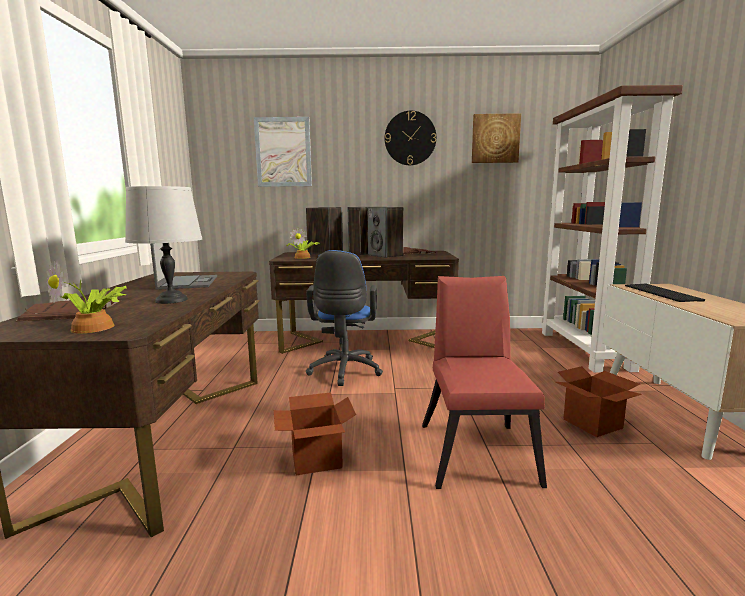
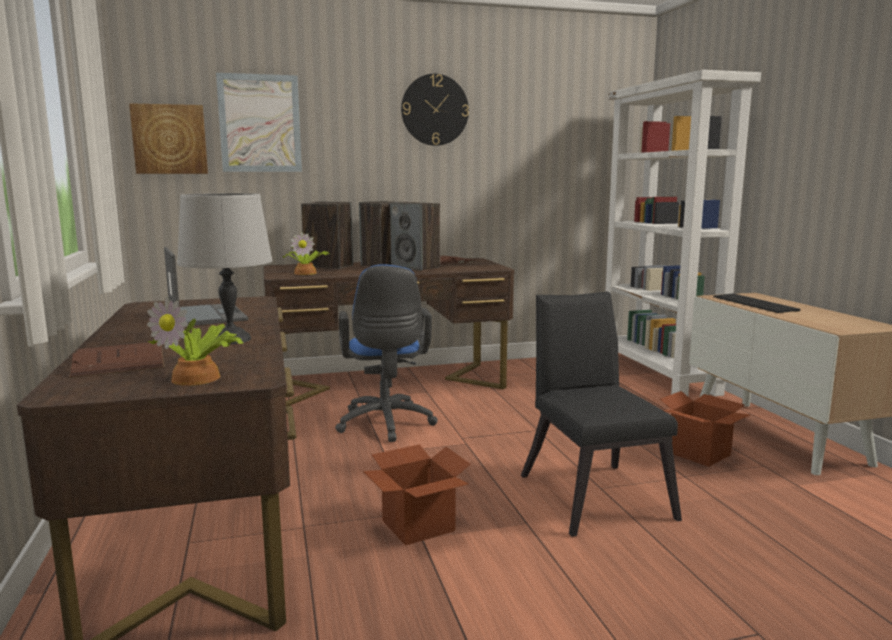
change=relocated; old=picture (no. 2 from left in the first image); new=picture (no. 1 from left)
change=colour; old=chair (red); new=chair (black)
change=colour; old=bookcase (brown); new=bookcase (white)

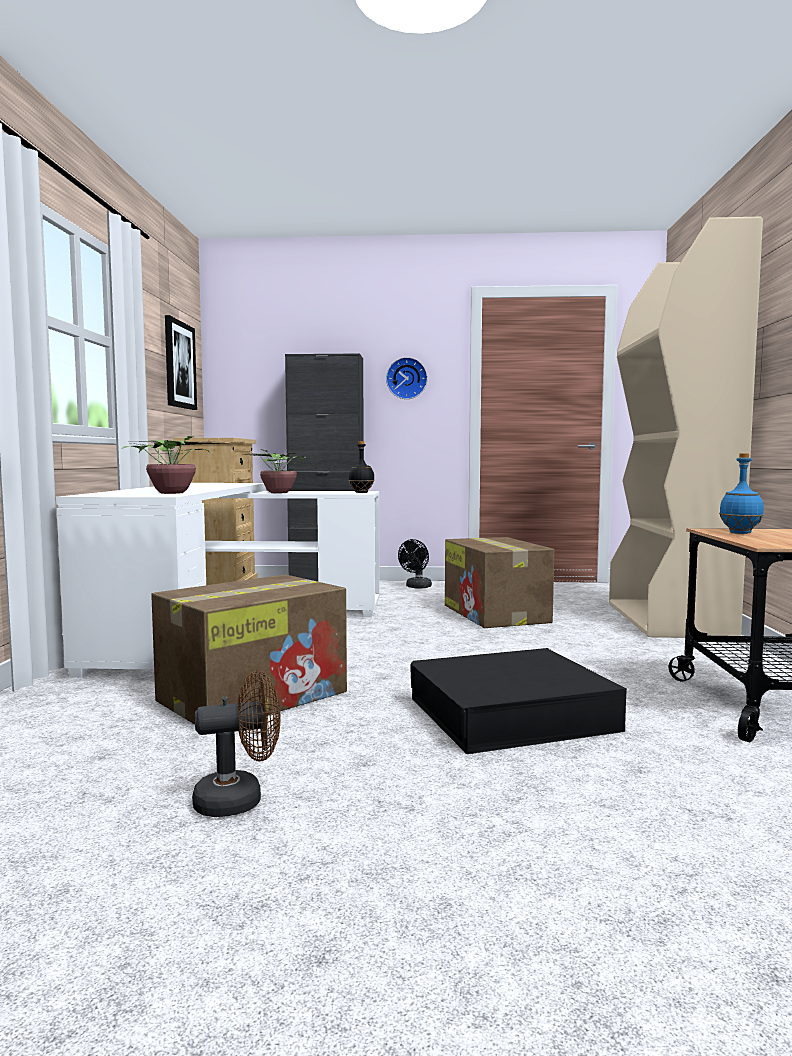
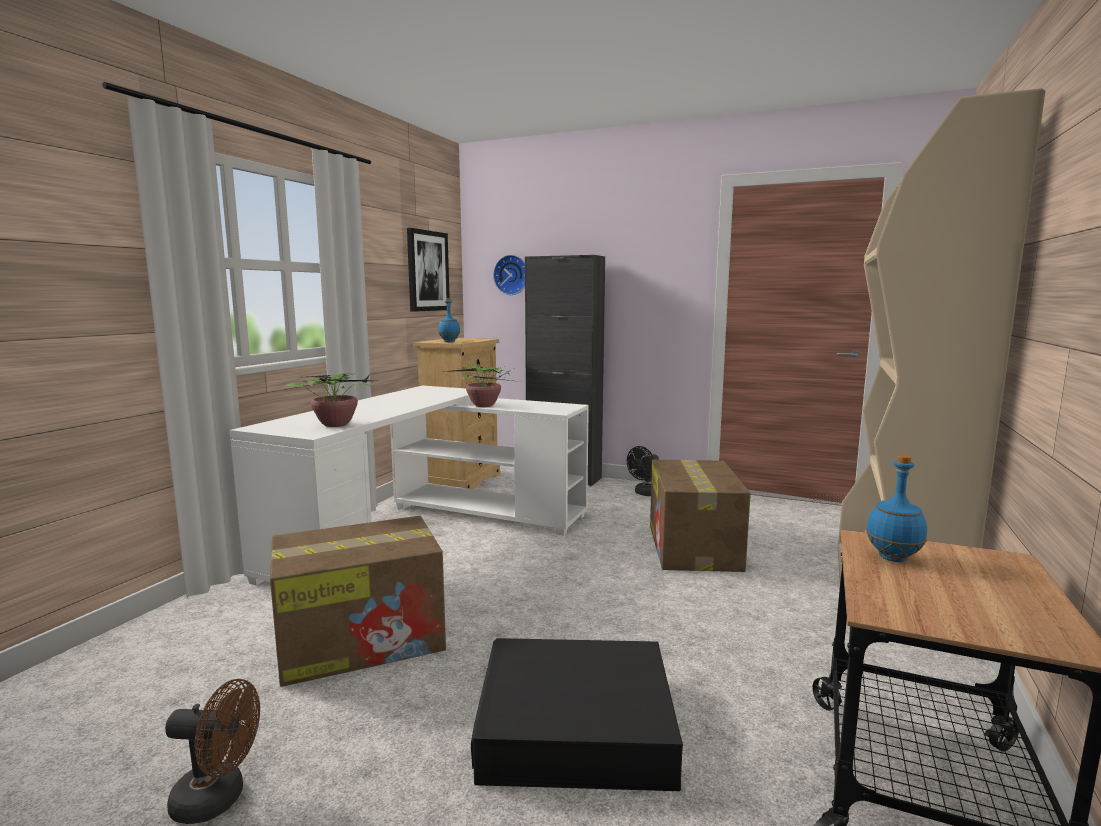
change=appeared; new=bottle (blue) (no. 1 from left)
change=relocated; old=wall clock
change=missing; old=bottle (black)

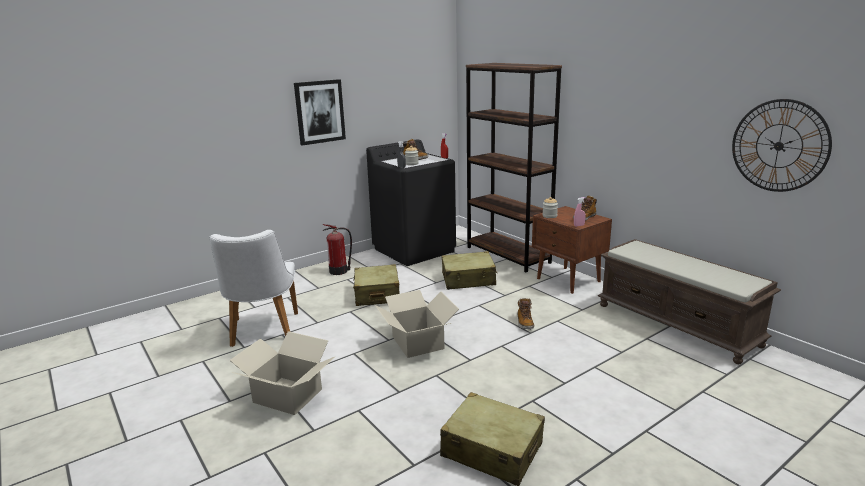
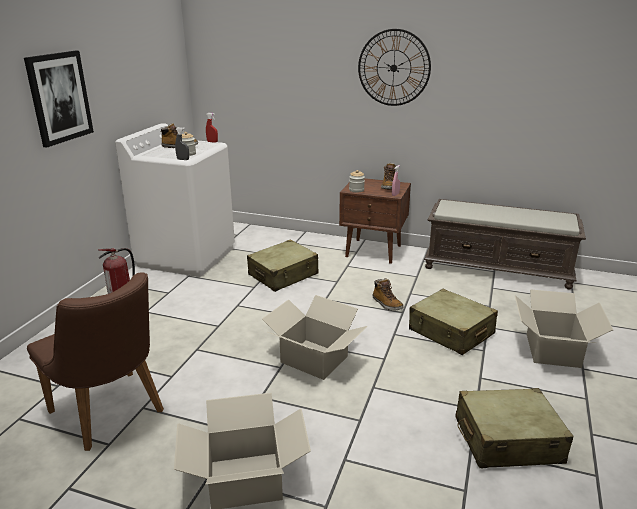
change=colour; old=chair (white); new=chair (brown)
change=colour; old=washing machine (black); new=washing machine (white)
change=relocated; old=wall clock
change=relocated; old=suitcase (beige) (no. 1 from left in the first image); new=suitcase (beige) (no. 2 from left)
change=appeared; new=cardboard box (no. 3 from left)
change=missing; old=bookcase (brown)

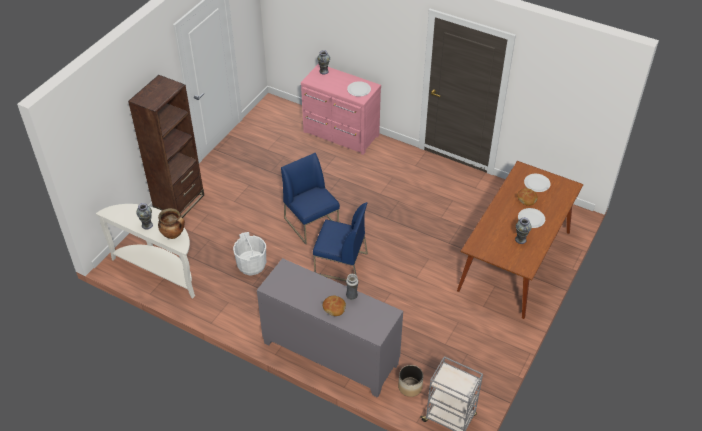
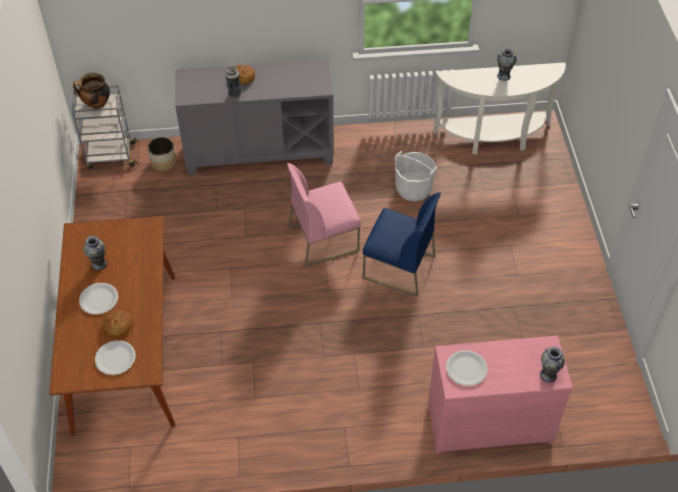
change=relocated; old=cooking pot
change=colour; old=chair (blue) (no. 2 from left); new=chair (pink)
change=missing; old=bookcase (brown)

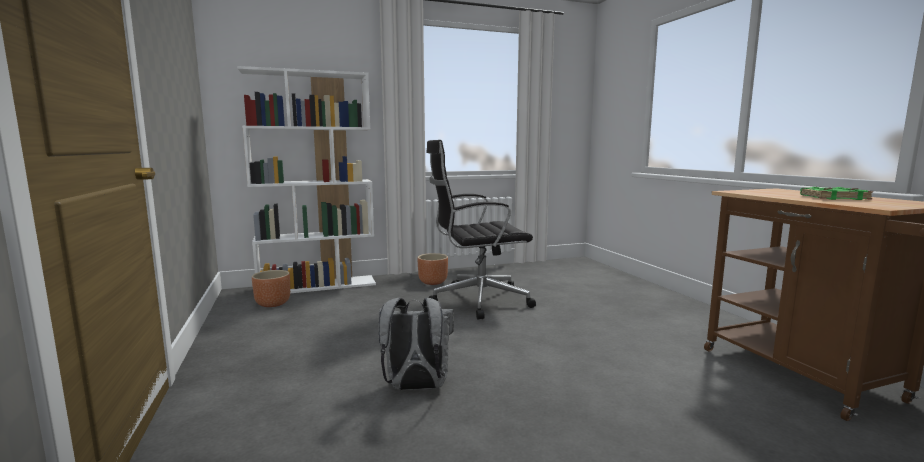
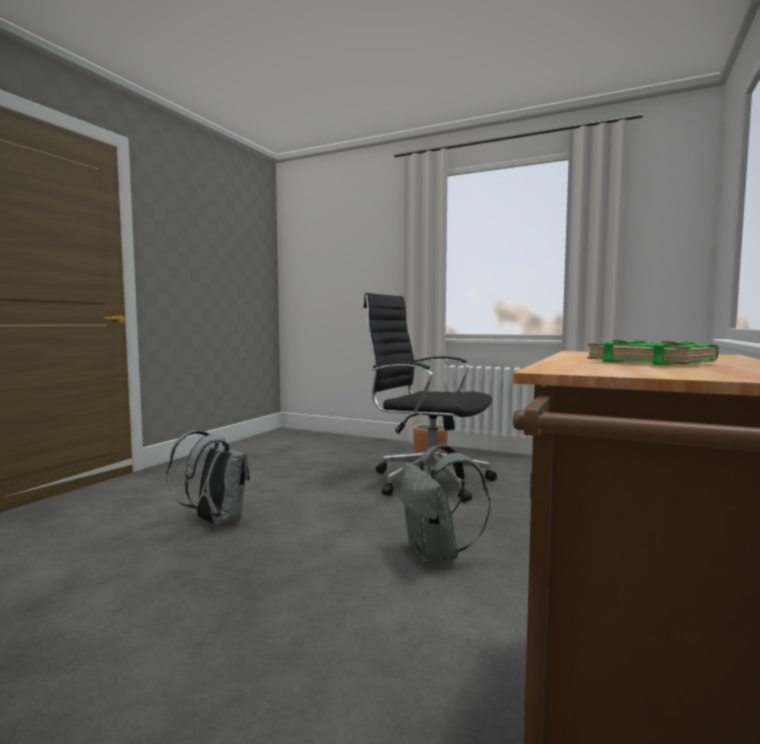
change=appeared; new=backpack (grey) (no. 2 from left)
change=missing; old=bookcase (white)
change=missing; old=planter (brown) (no. 1 from left)

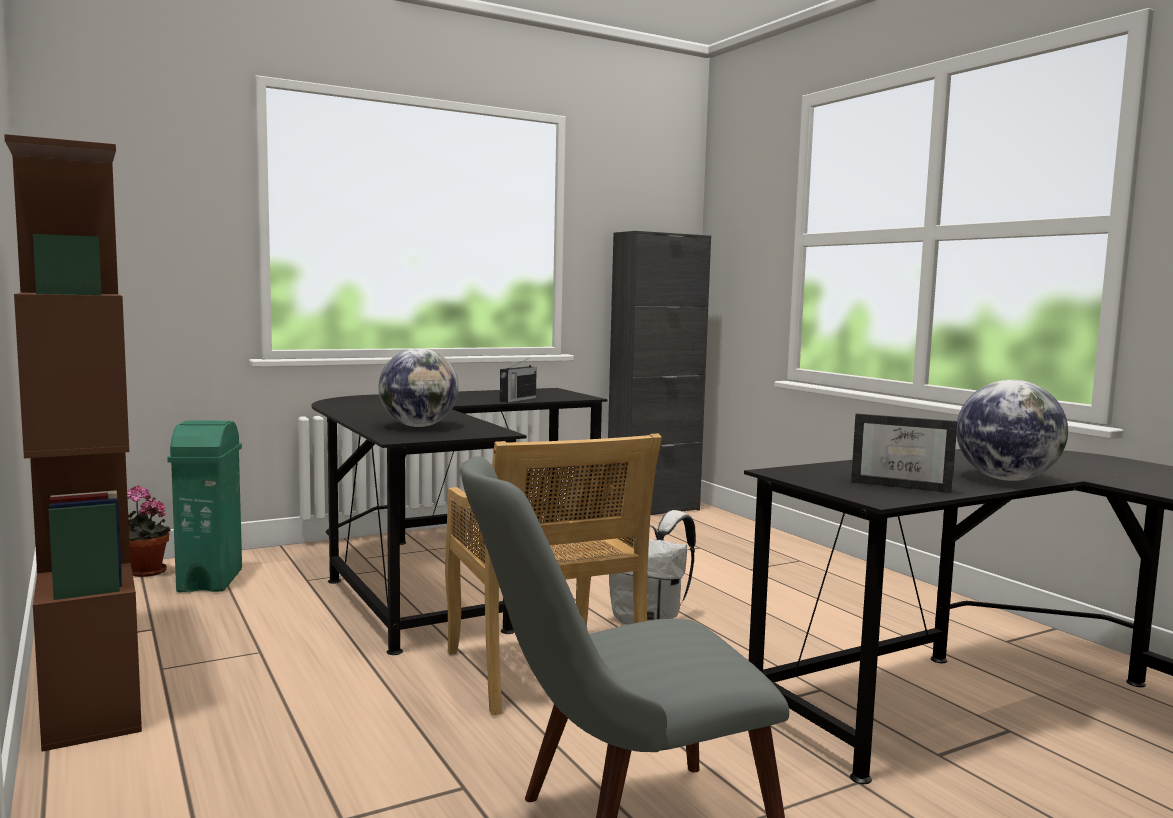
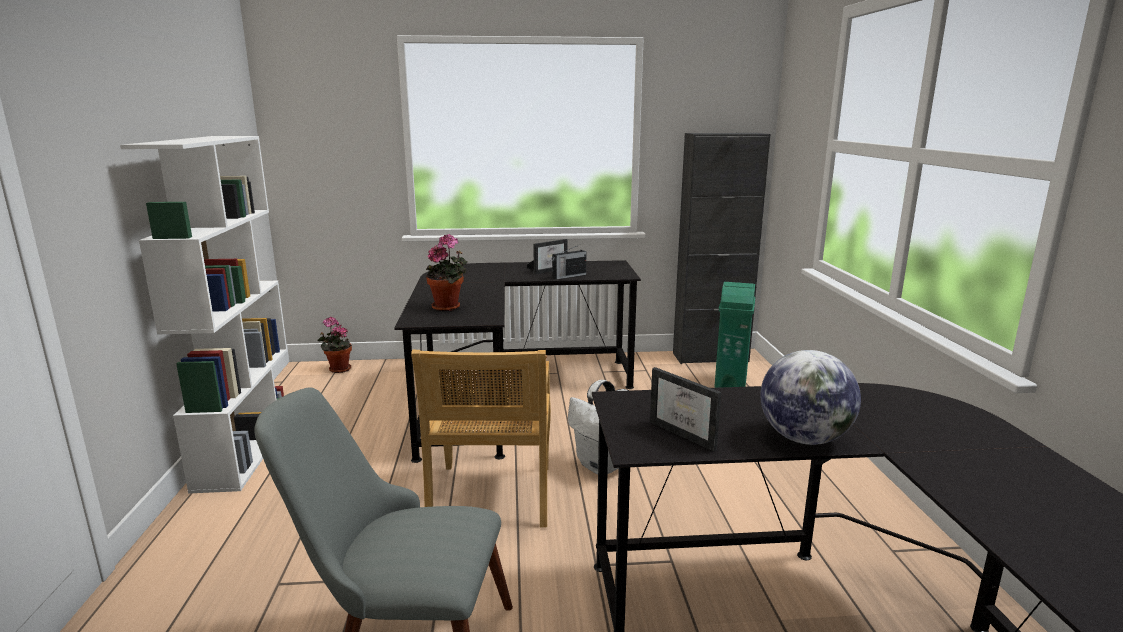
change=colour; old=bookcase (brown); new=bookcase (white)
change=exchanged; old=globe (no. 1 from left); new=potted plant (no. 2 from left)
change=appeared; new=picture frame (no. 1 from left)
change=relocated; old=trash can (green)

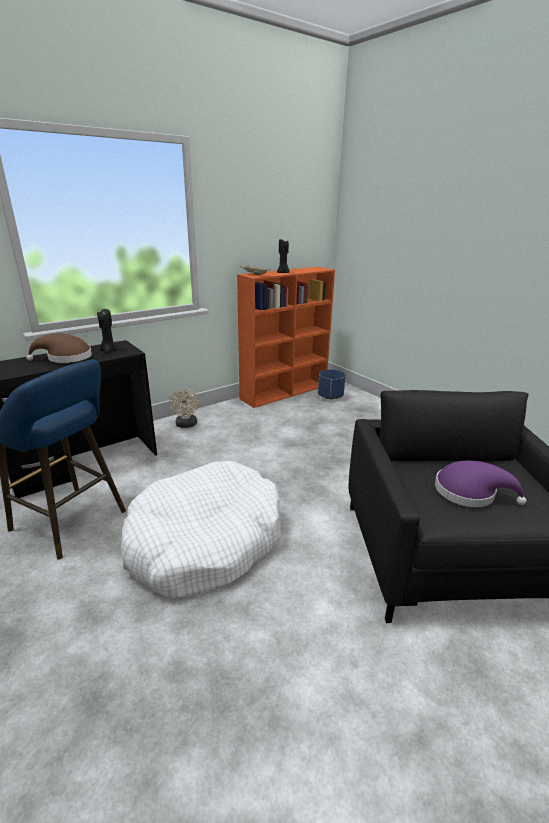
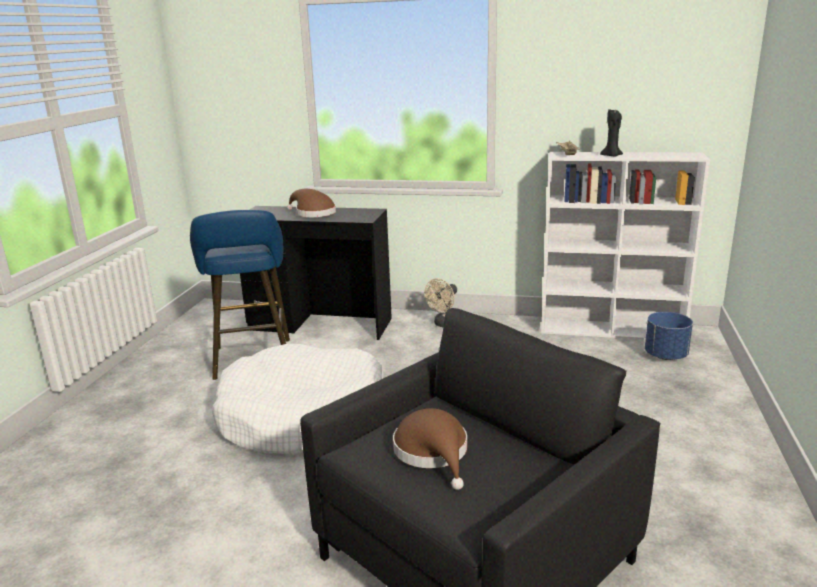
change=colour; old=hat (purple); new=hat (brown) (no. 2 from left)
change=colour; old=bookcase (orange); new=bookcase (white)
change=missing; old=candle (black) (no. 1 from left)

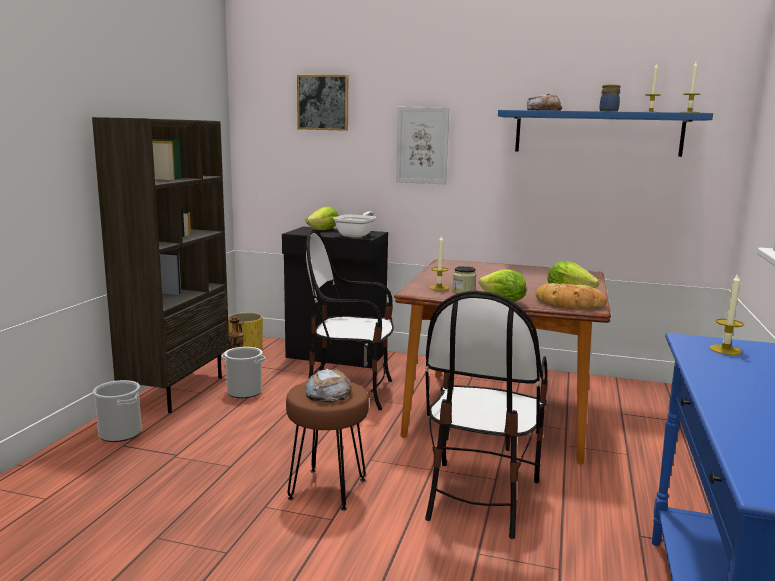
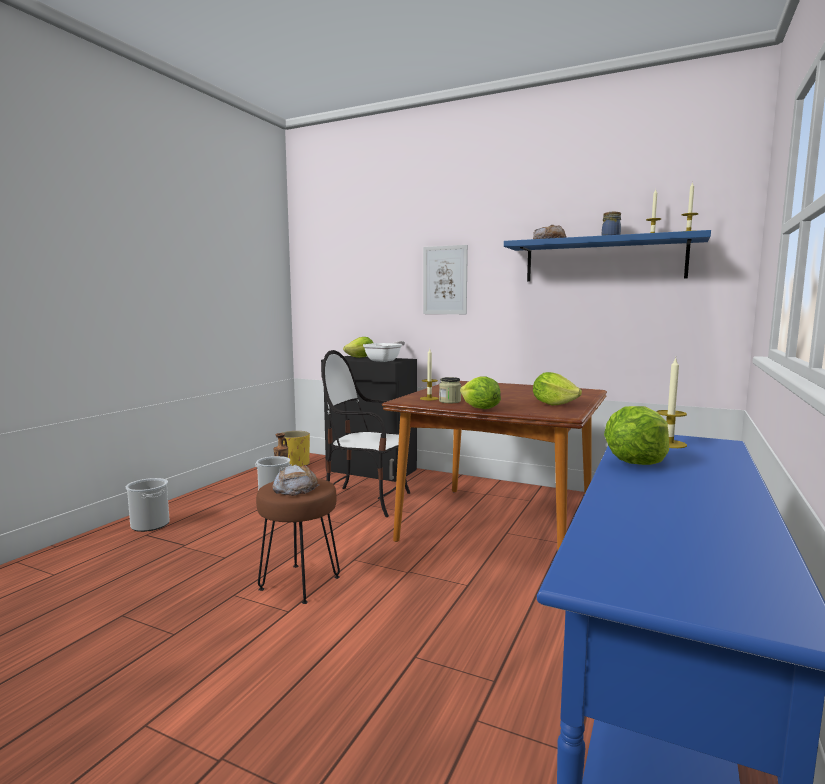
change=appeared; new=lettuce (no. 4 from left)
change=missing; old=bookcase (brown)
change=missing; old=picture (no. 1 from left)
change=missing; old=chair (no. 2 from left)
change=missing; old=bread (no. 3 from left)

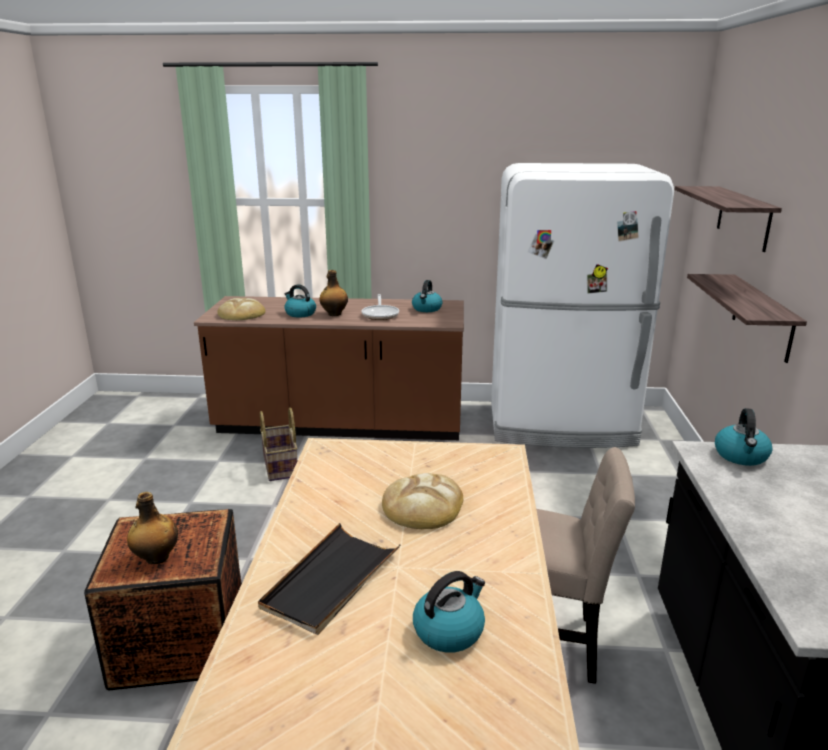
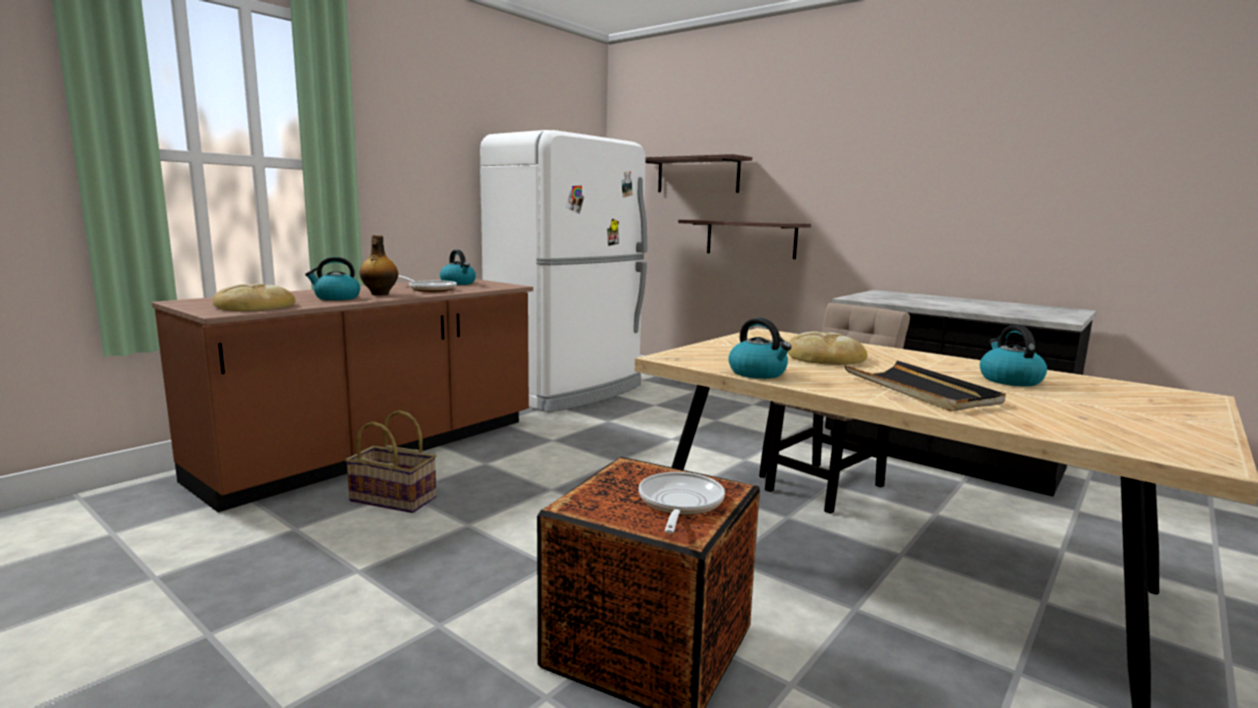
change=exchanged; old=bottle (no. 1 from left); new=frying pan (no. 2 from left)
change=relocated; old=kettle (no. 4 from left in the first image); new=kettle (no. 3 from left)

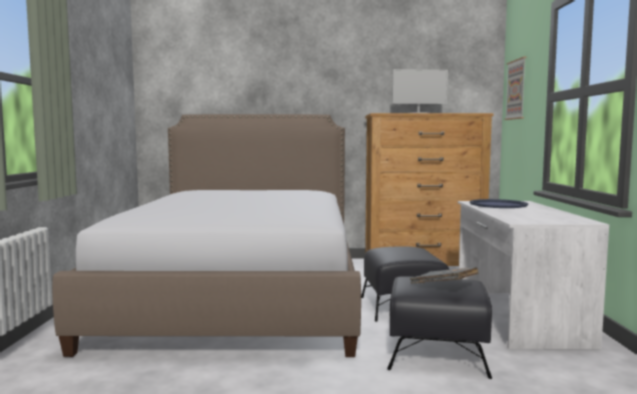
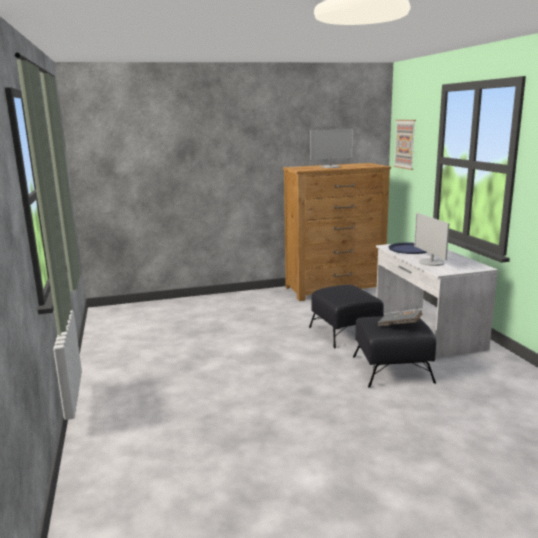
change=appeared; new=monitor (no. 2 from left)
change=missing; old=bed

